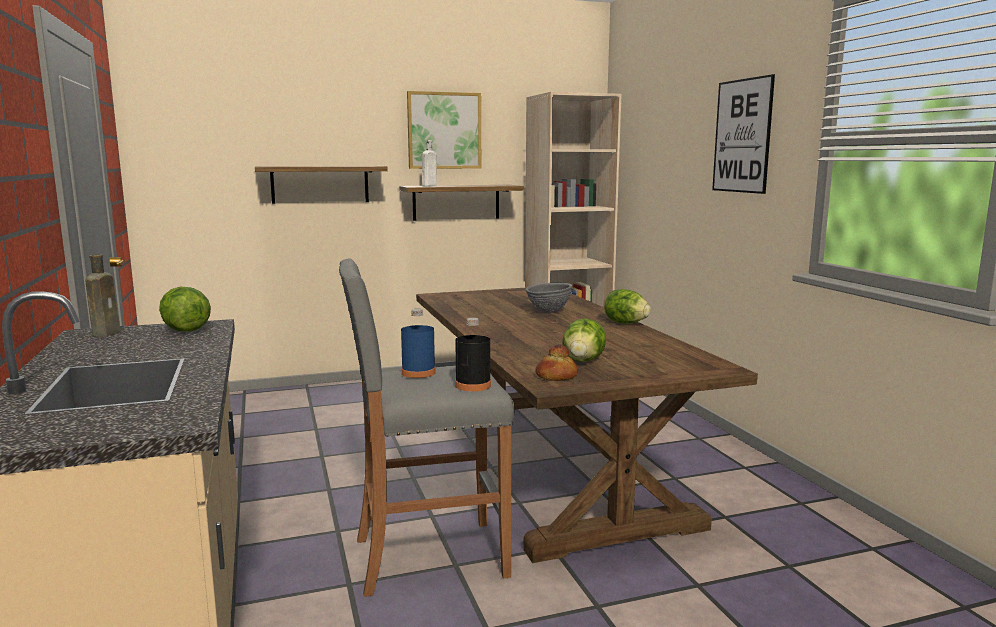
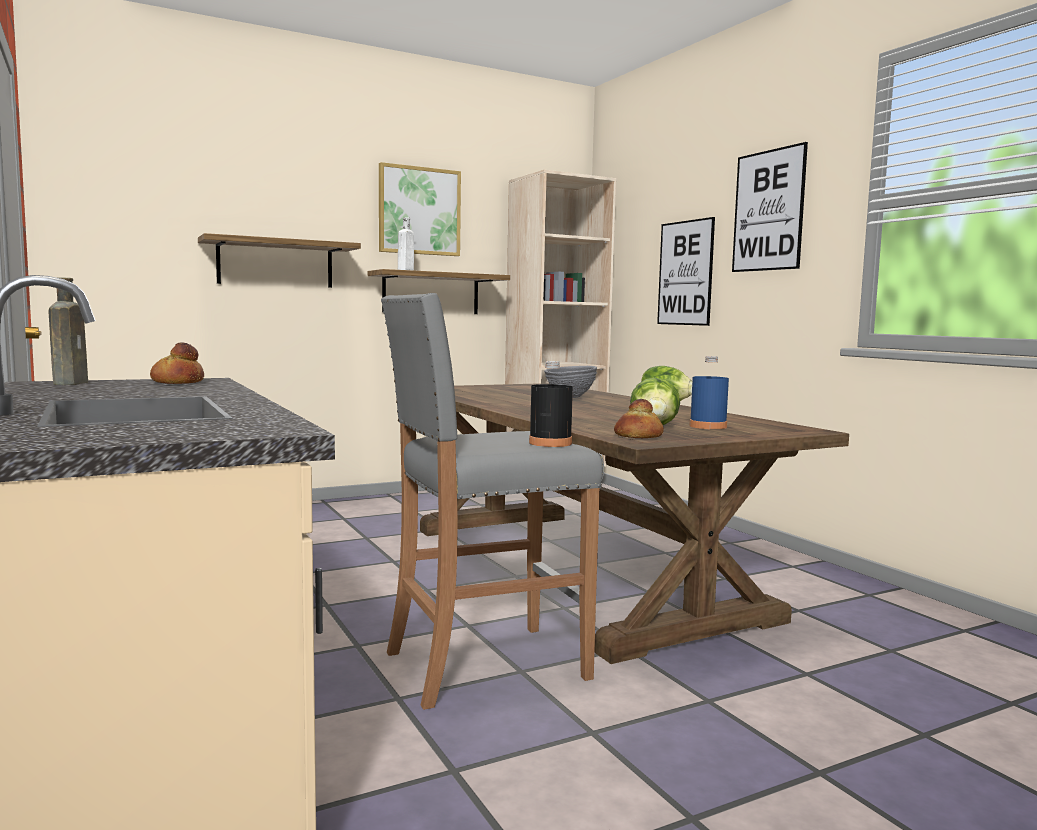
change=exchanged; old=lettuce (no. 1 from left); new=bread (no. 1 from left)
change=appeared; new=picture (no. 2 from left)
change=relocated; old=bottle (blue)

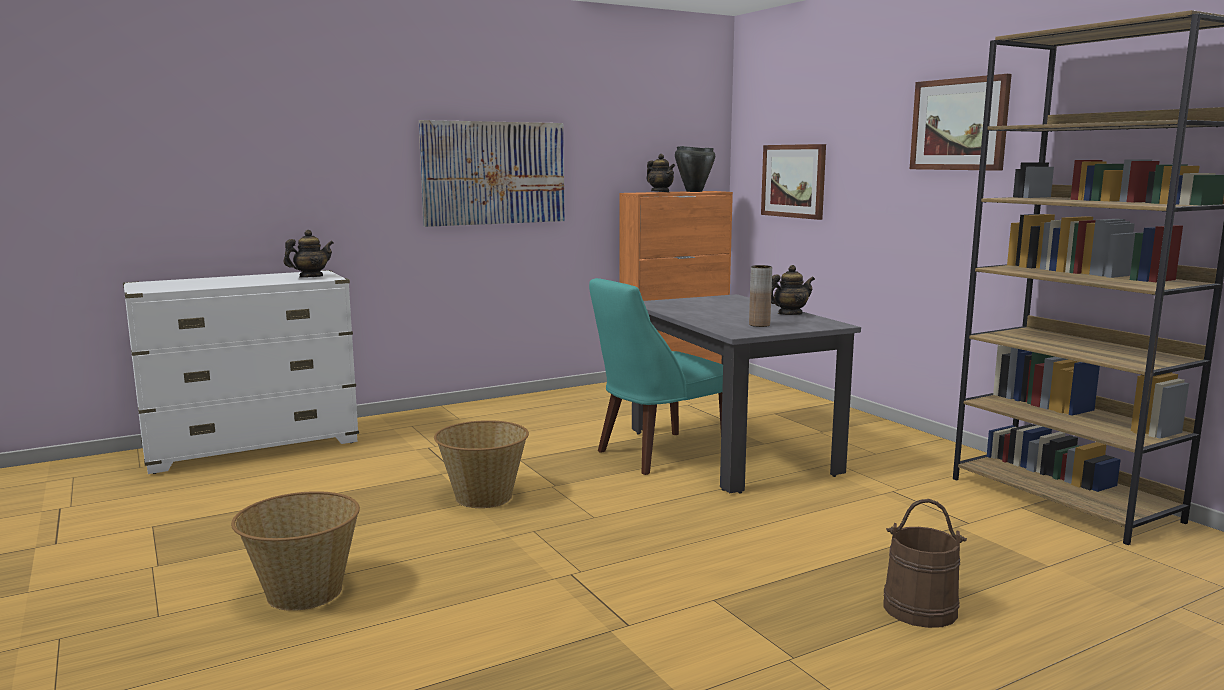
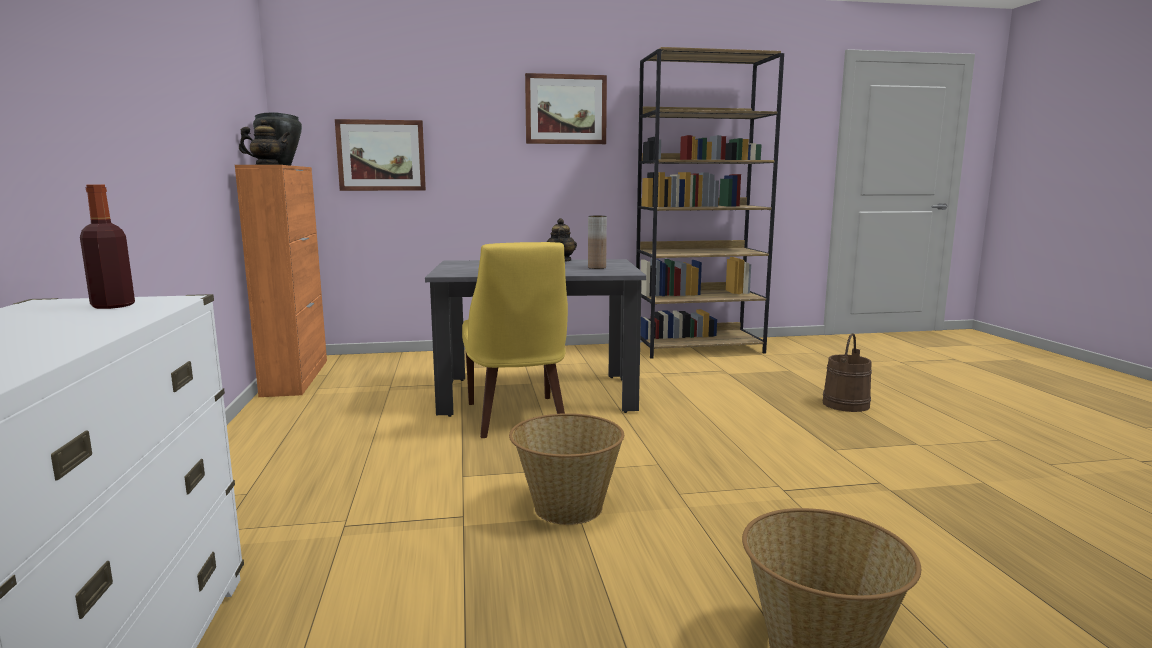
change=exchanged; old=teapot (no. 1 from left); new=bottle
change=colour; old=chair (turquoise); new=chair (yellow)
change=missing; old=picture (no. 1 from left)

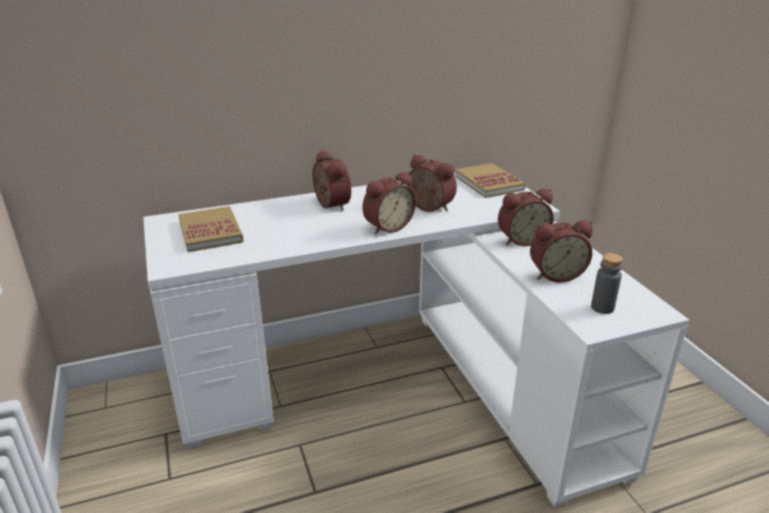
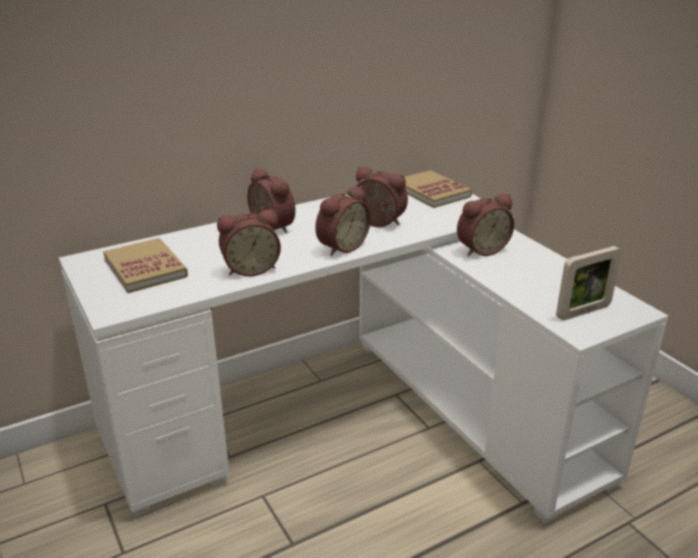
change=relocated; old=alarm clock (no. 5 from left in the first image); new=alarm clock (no. 1 from left)
change=exchanged; old=bottle (grey); new=picture frame

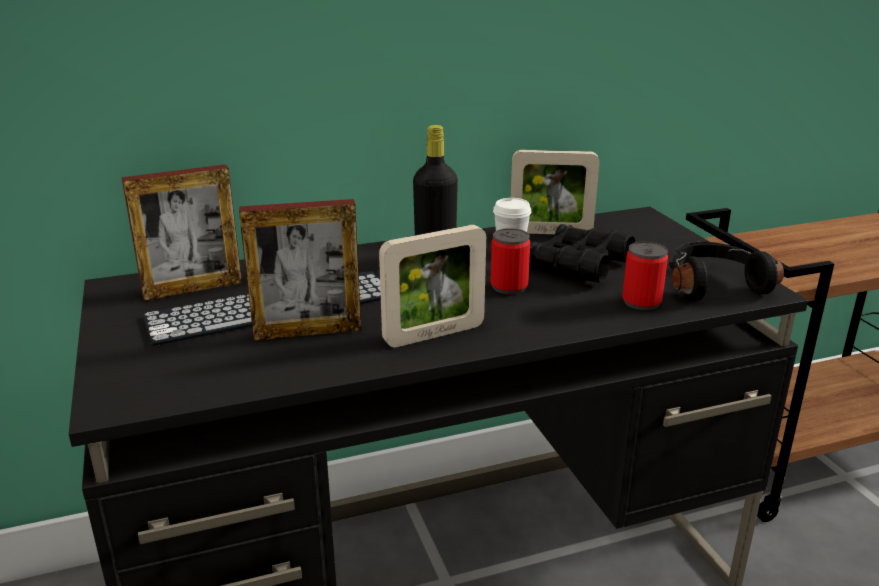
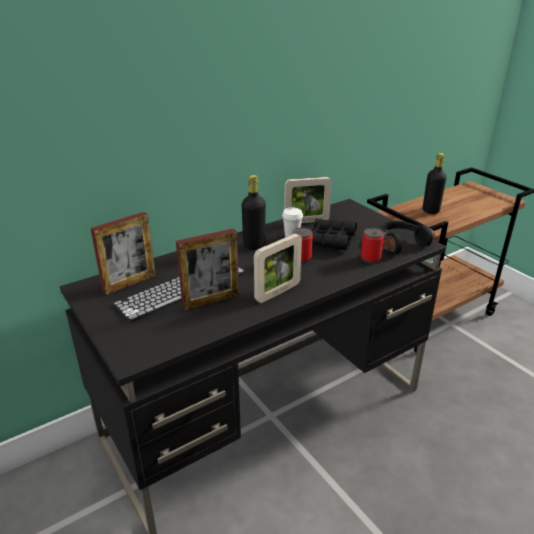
change=appeared; new=bottle (black) (no. 2 from left)

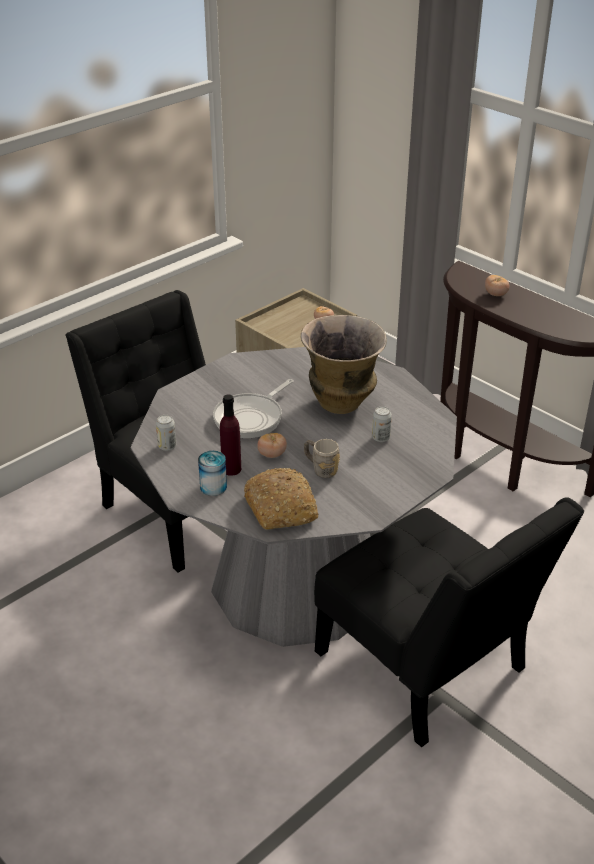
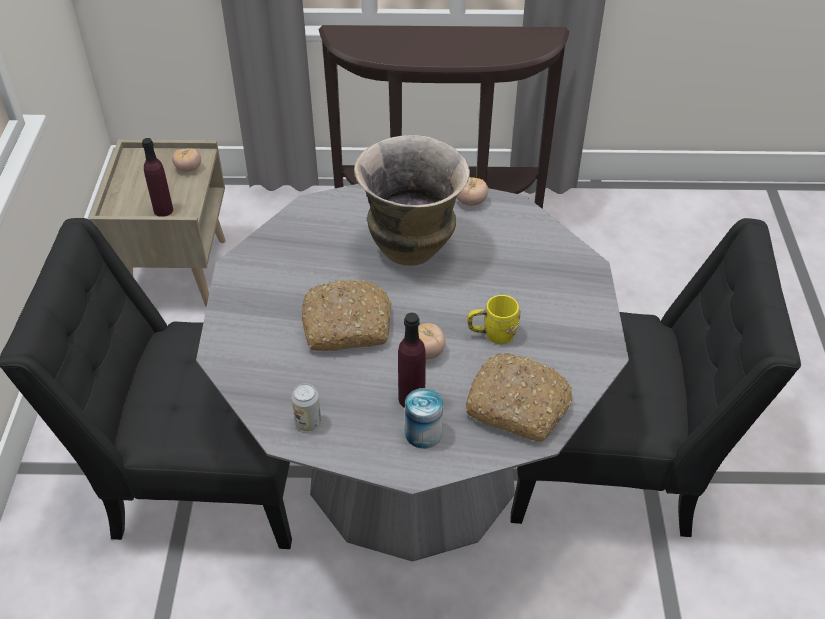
change=appeared; new=bottle (purple) (no. 1 from left)
change=exchanged; old=frying pan; new=bread (no. 1 from left)
change=relocated; old=tomato (no. 3 from left)
change=colour; old=mug (grey); new=mug (yellow)
change=missing; old=can (no. 3 from left)

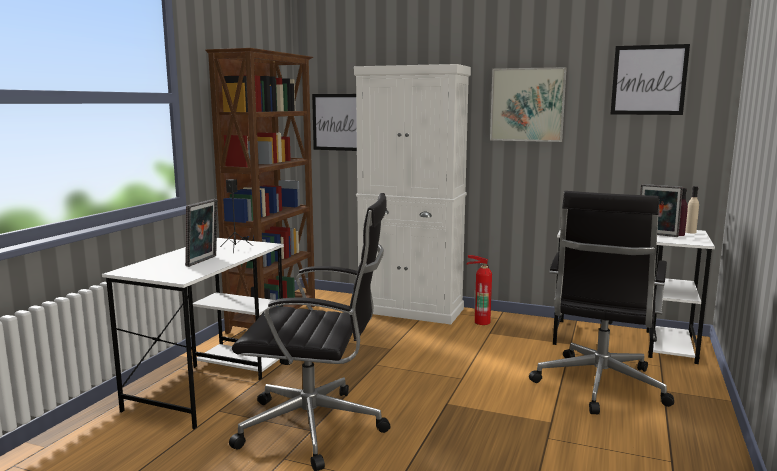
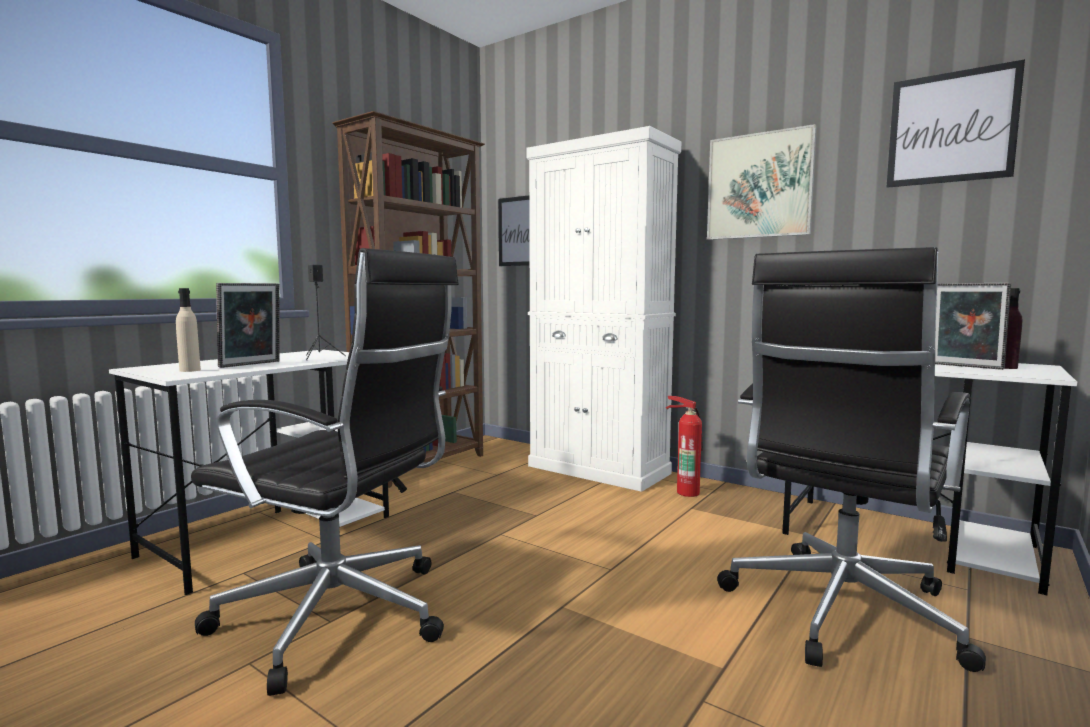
change=relocated; old=bottle (beige)

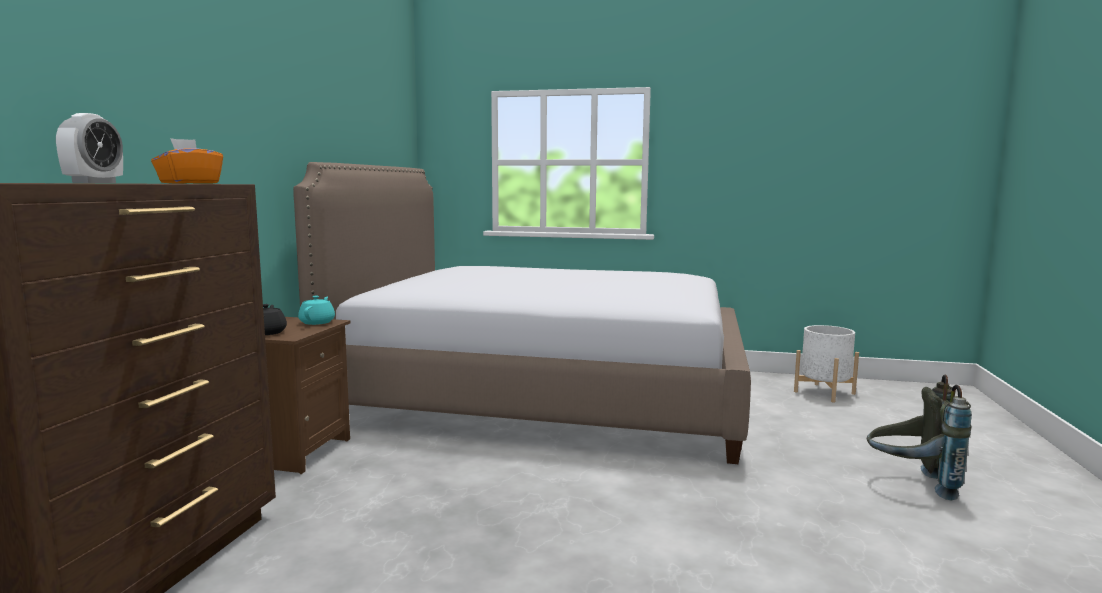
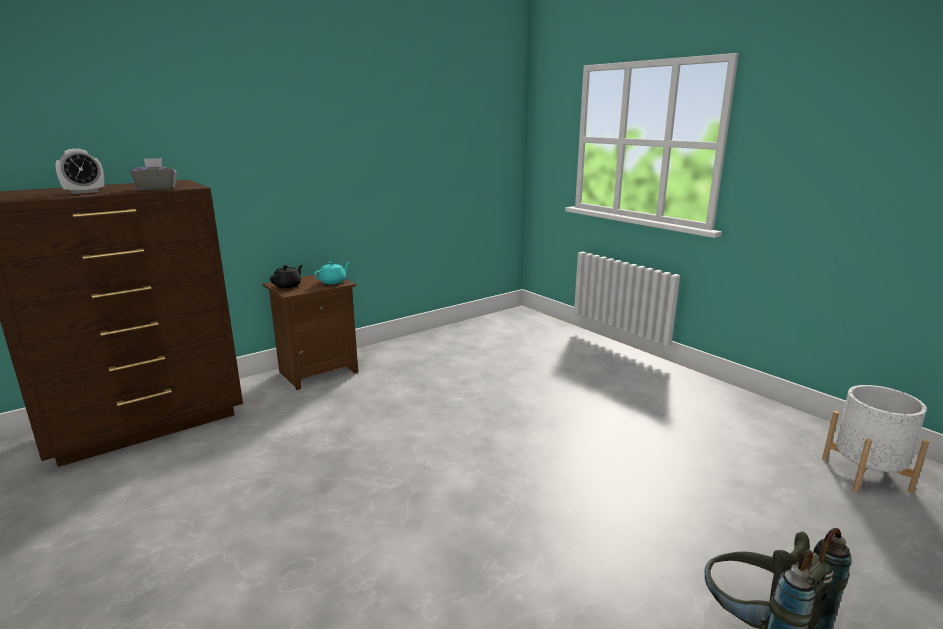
change=colour; old=tissue box (orange); new=tissue box (grey)
change=missing; old=bed

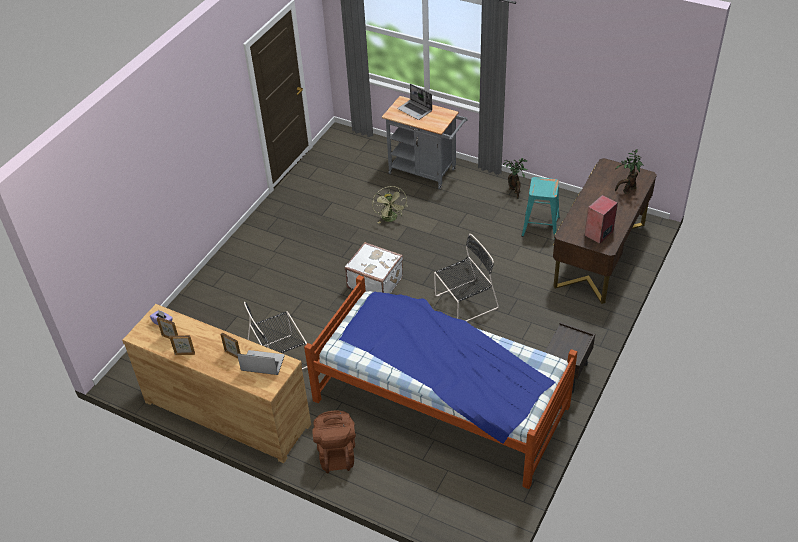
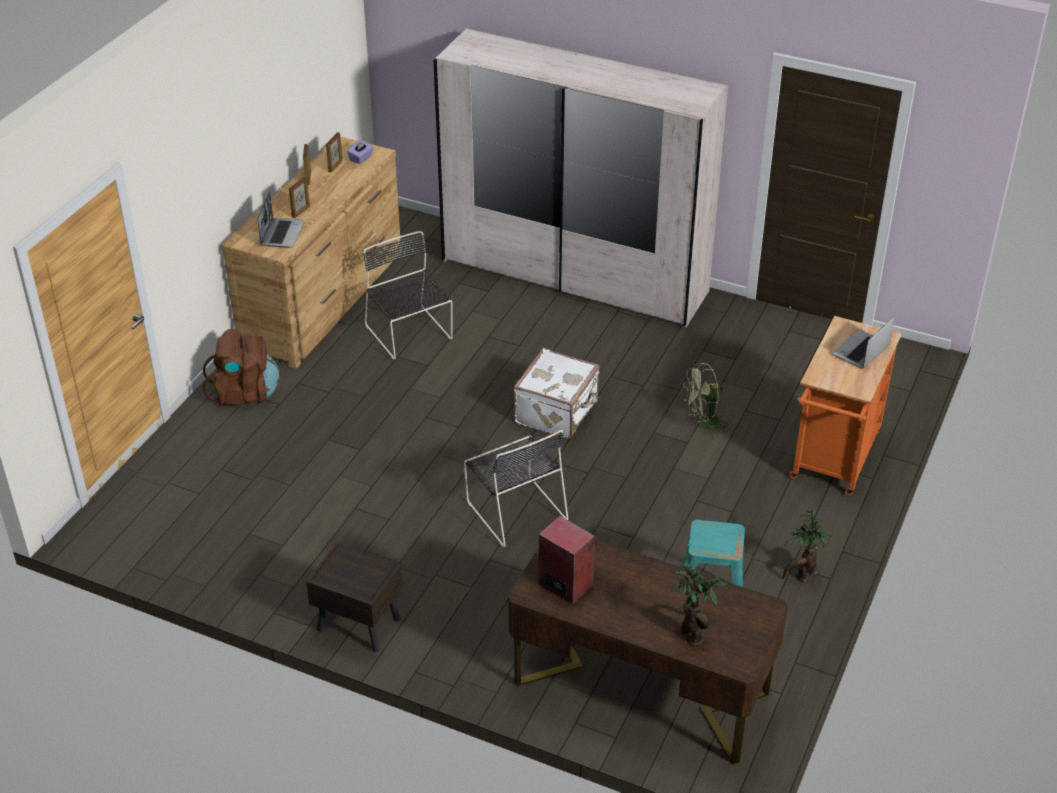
change=appeared; new=wardrobe (white)
change=colour; old=cart (grey); new=cart (orange)
change=missing; old=bed

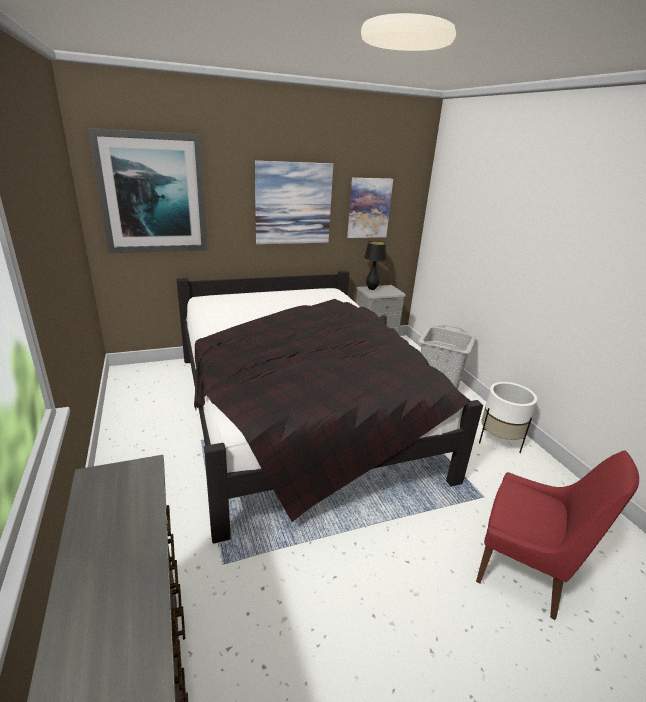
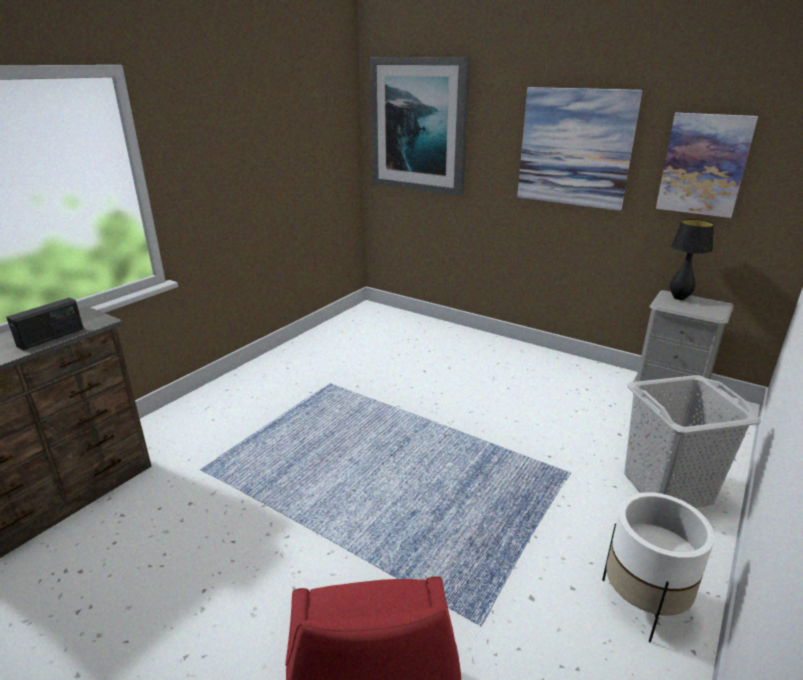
change=appeared; new=radio
change=missing; old=bed (black)

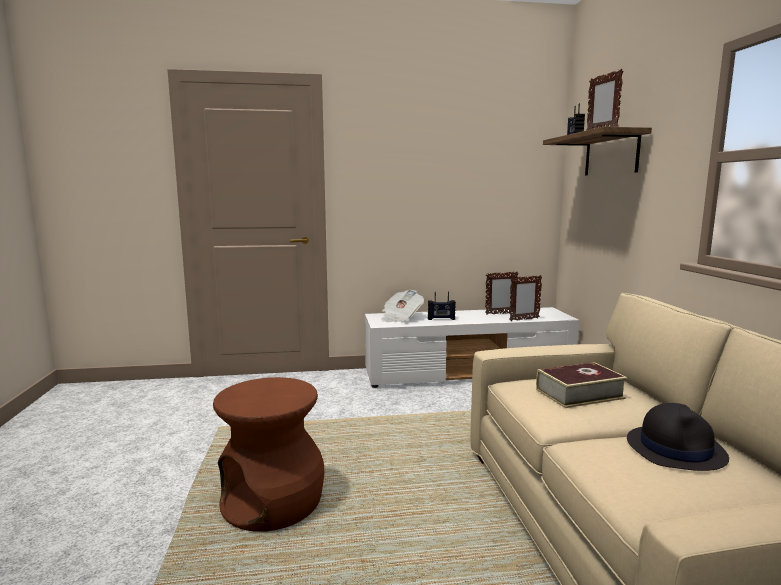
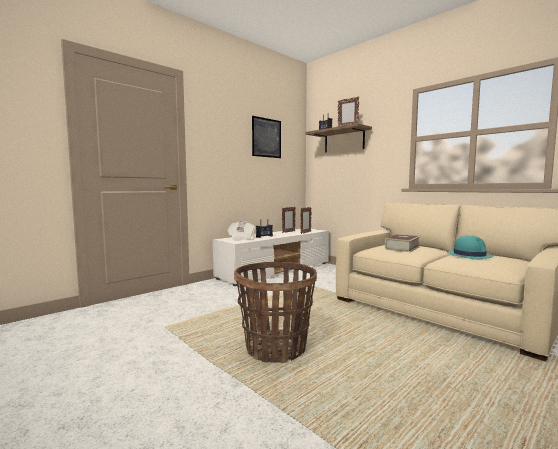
change=exchanged; old=stool (brown); new=basket
change=appeared; new=picture
change=colour; old=hat (black); new=hat (turquoise)

